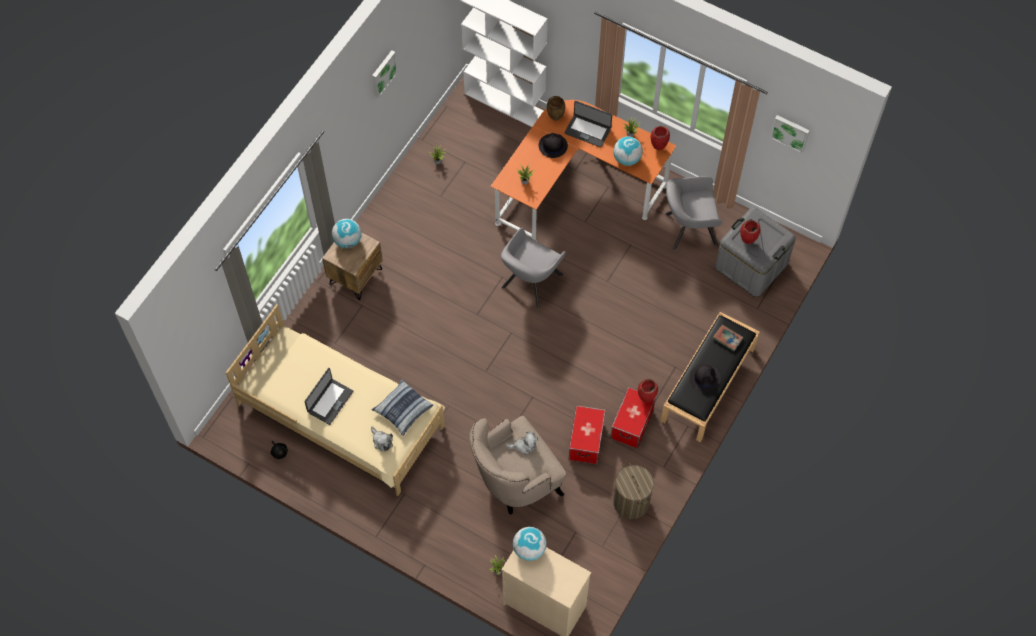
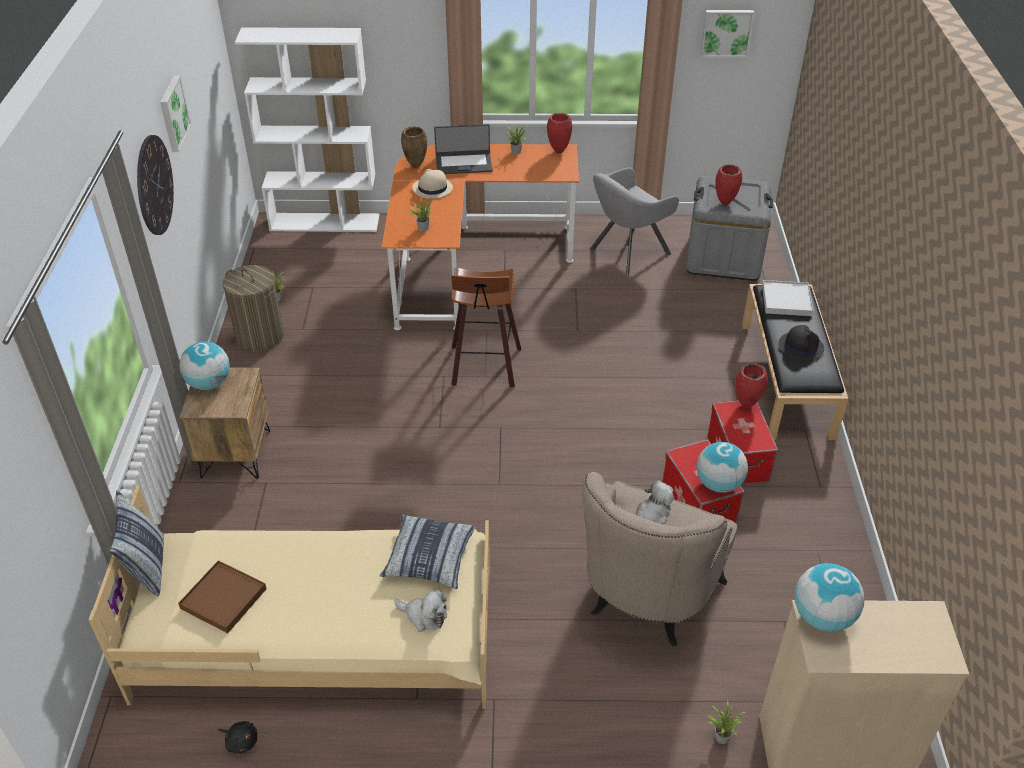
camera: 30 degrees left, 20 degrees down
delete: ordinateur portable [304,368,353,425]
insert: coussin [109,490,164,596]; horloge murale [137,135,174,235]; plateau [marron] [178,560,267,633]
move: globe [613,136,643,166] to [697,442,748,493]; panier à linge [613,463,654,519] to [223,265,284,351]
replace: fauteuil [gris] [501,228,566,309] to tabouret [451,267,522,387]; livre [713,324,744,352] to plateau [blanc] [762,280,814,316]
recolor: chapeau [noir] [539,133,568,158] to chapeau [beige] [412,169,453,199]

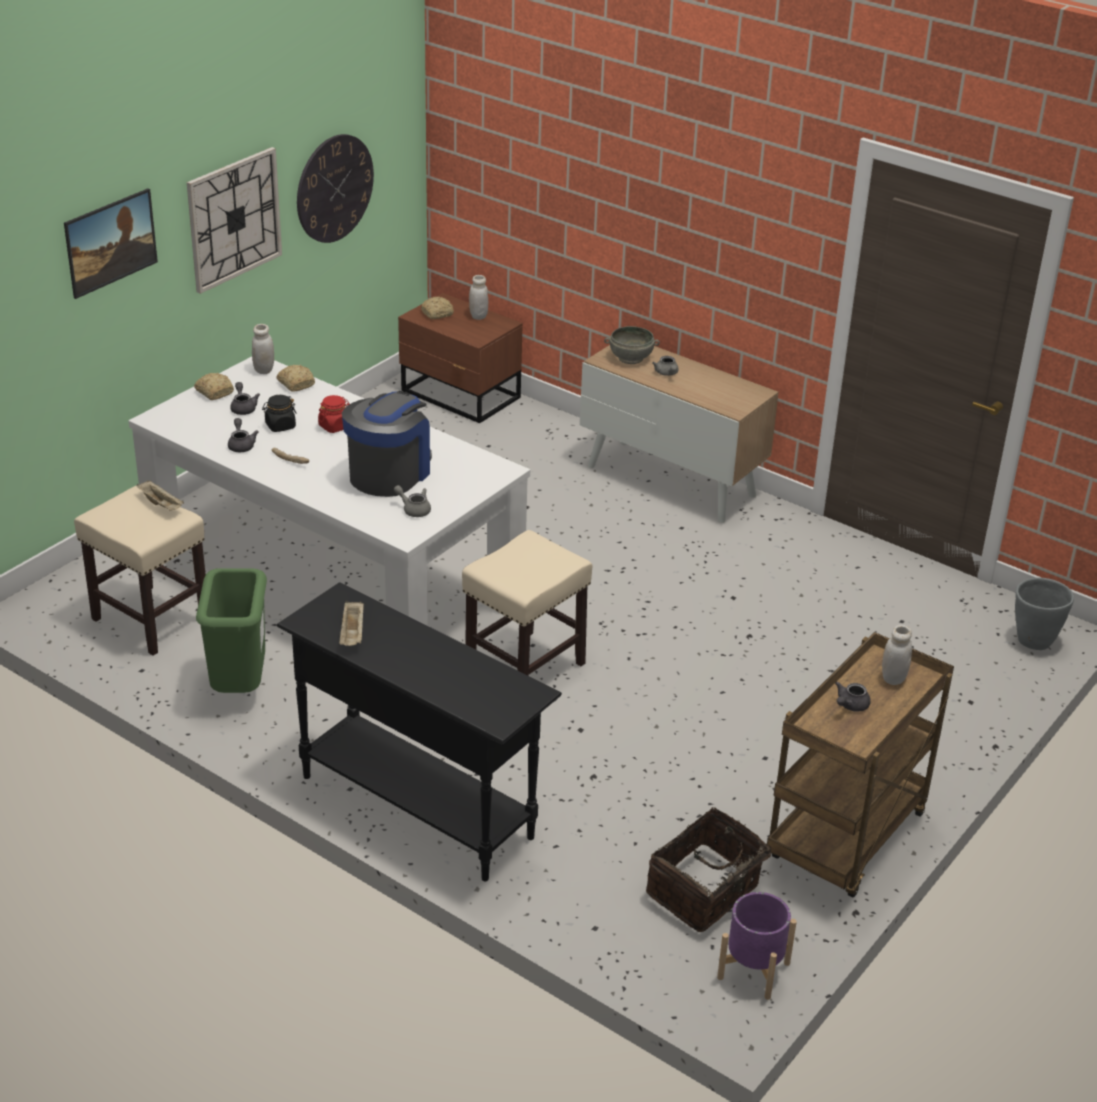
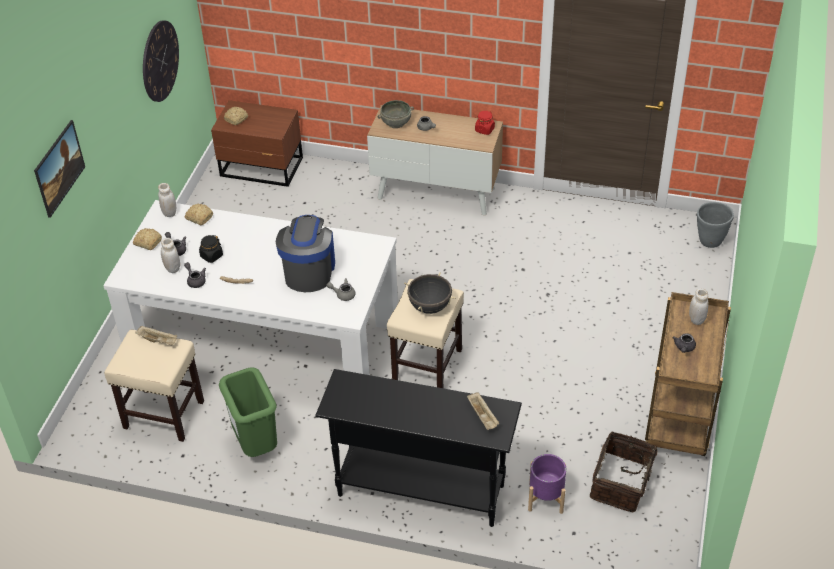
camera: 20 degrees left, 10 degrees up
delete: horloge murale [187,147,282,294]
insert: marmite [noir] [404,272,456,314]
move: bocal [rouge] [318,395,350,433] to [475,111,495,135]; plateau [beige] [339,601,364,646] to [467,392,499,430]; bocal [blanc] [469,275,488,320] to [161,238,180,273]; cache-pot [violet] [717,892,797,1000] to [528,454,566,514]

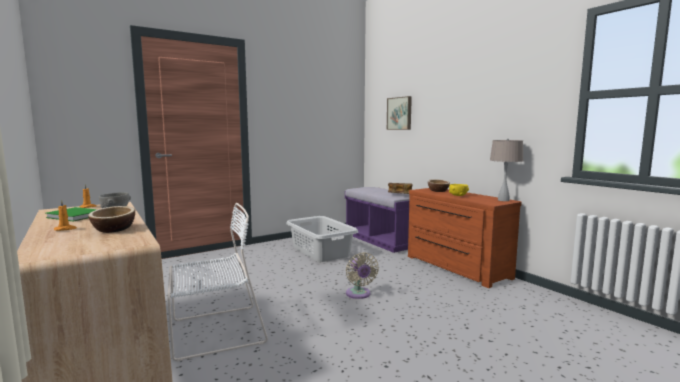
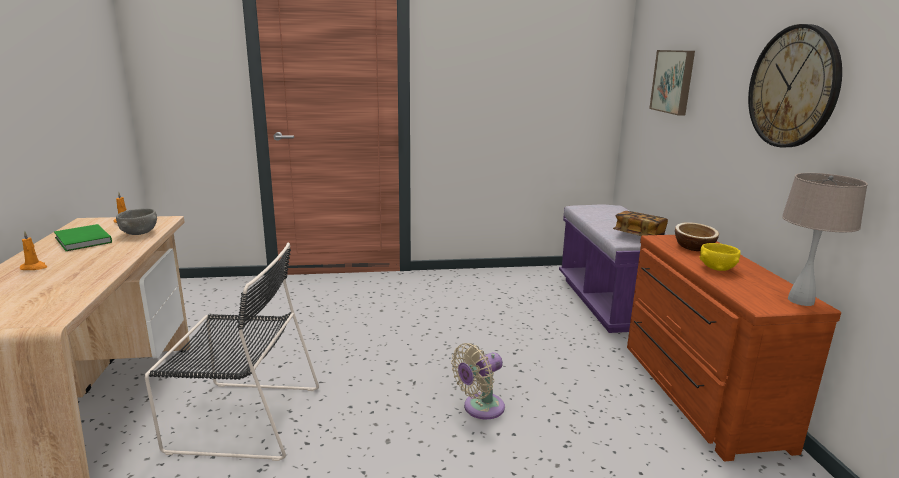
camera: 25 degrees right, 10 degrees up
delete: bol [88,206,135,233]; panier à linge [gris] [286,216,358,262]
insert: horloge murale [748,24,842,147]
recolor: chaise [blanc] [167,203,268,362] to chaise [noir] [145,243,319,461]
rotate: ventilateur [beige] [346,252,379,299] = [451,343,505,419] 45 degrees clockwise

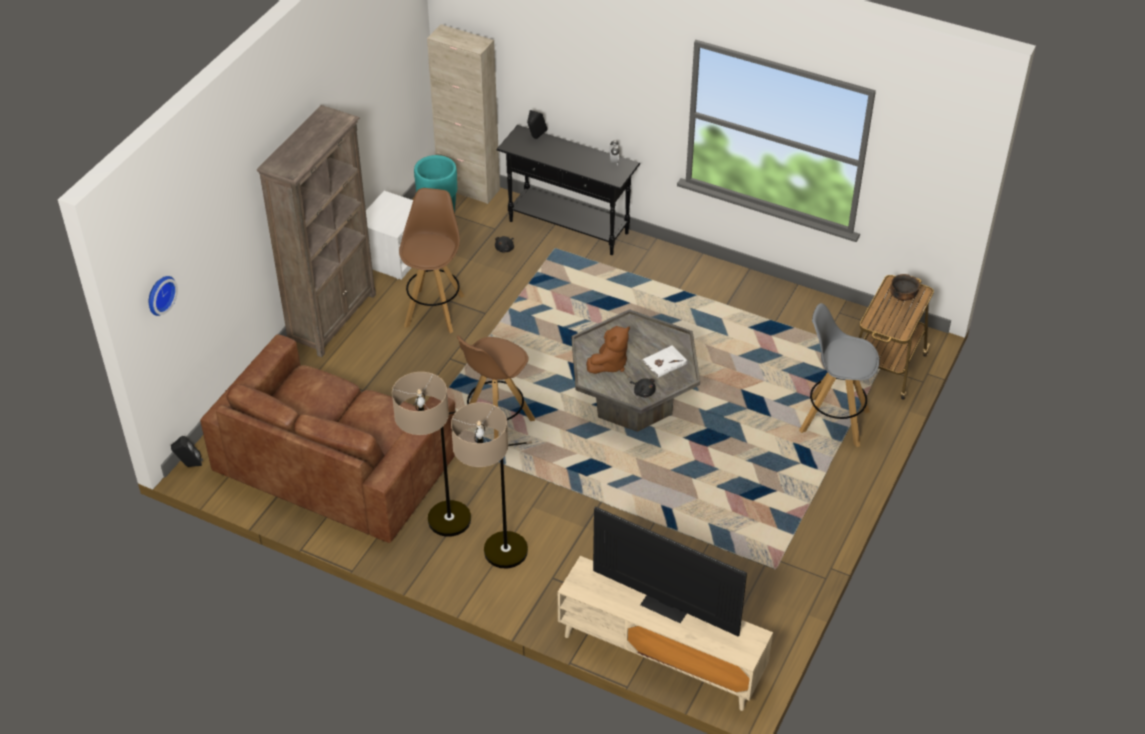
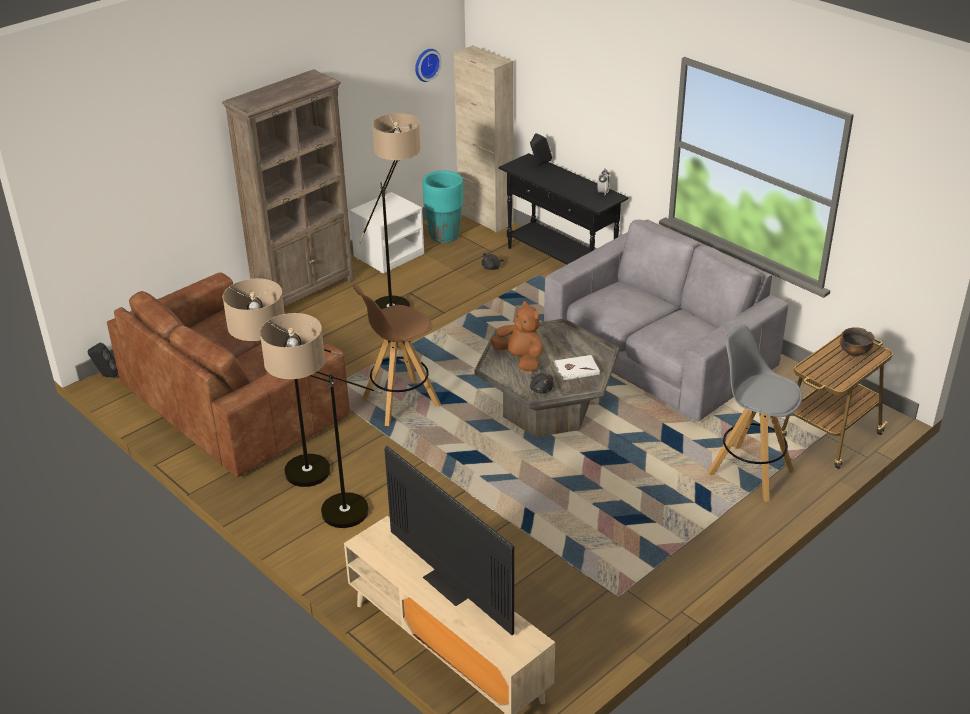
camera: 20 degrees right, 10 degrees down
insert: canapé [gris] [544,219,788,421]
move: horloge murale [149,276,178,316] to [415,49,442,82]
replace: tabouret [marron] [399,188,464,333] to lampadaire [359,113,421,309]
rotate: peluche [marron] [586,326,630,374] = [491,301,543,371] 105 degrees counterclockwise

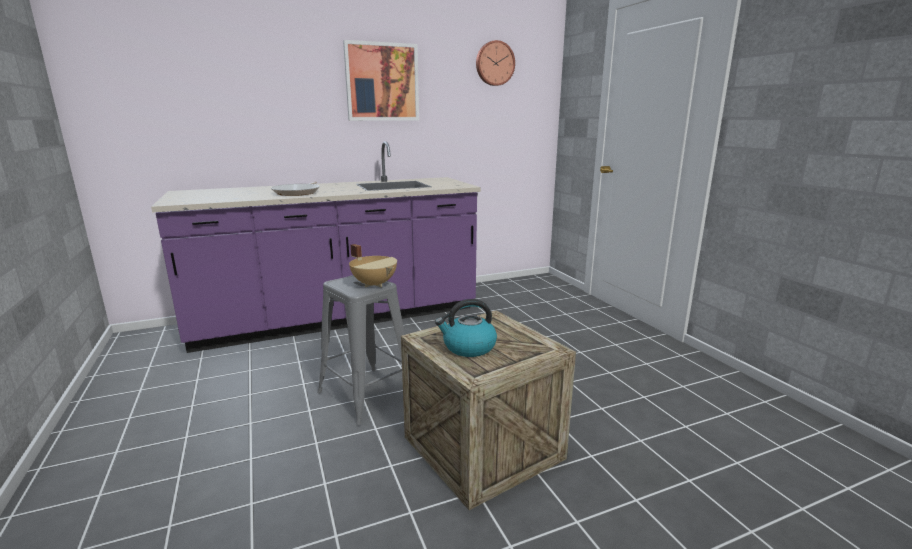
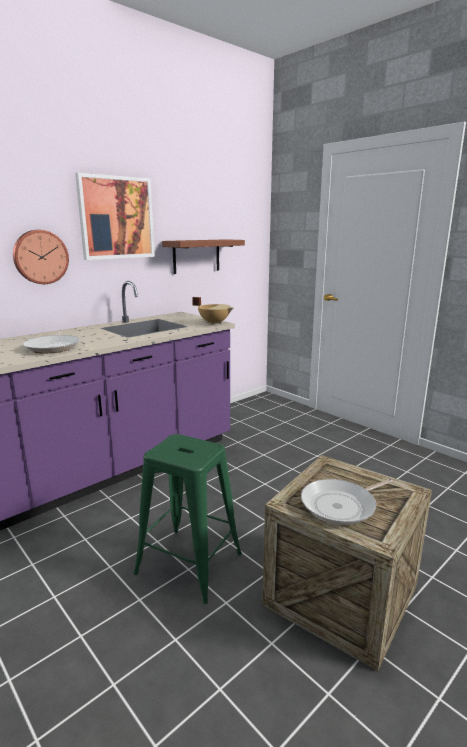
camera: 20 degrees left, 0 degrees up
insert: étagère [marron] [162,239,245,274]
move: marmite [beige] [349,244,397,287] to [192,297,233,325]; horloge murale [476,40,515,86] to [13,230,69,284]
replace: bouilloire [435,299,497,357] to poêle [301,478,393,525]
recolor: tabouret [gris] [317,275,405,425] to tabouret [vert] [133,434,242,604]

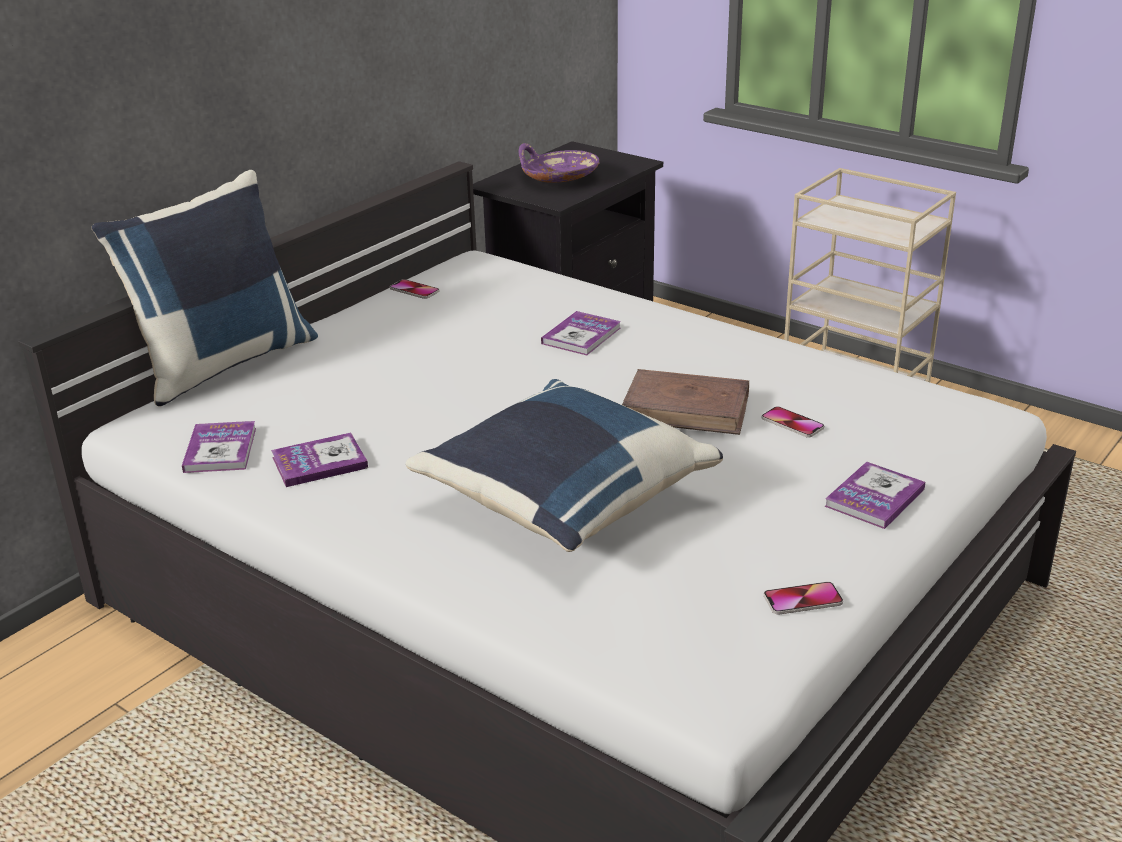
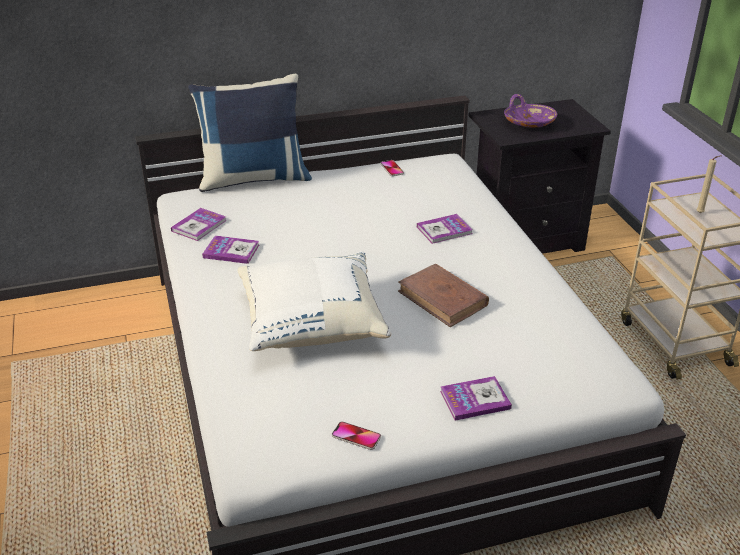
camera: 35 degrees right, 5 degrees up
delete: téléphone [762,406,824,438]
insert: bougie [beige] [696,155,722,213]
recolor: coussin [bleu] [405,379,723,552] to coussin [blanc] [237,251,391,351]

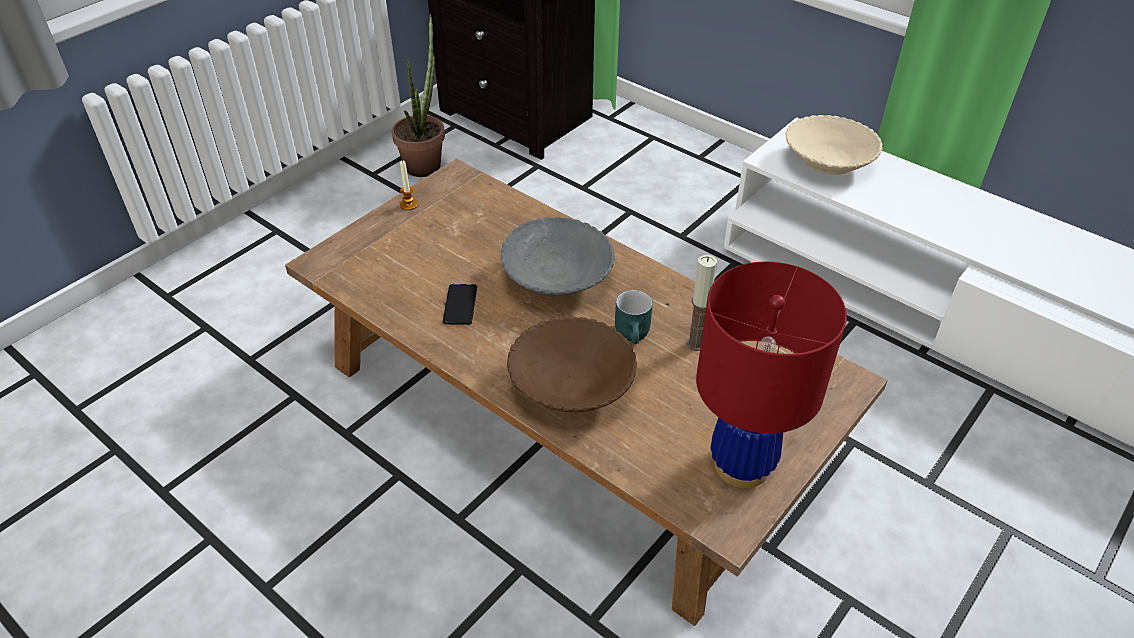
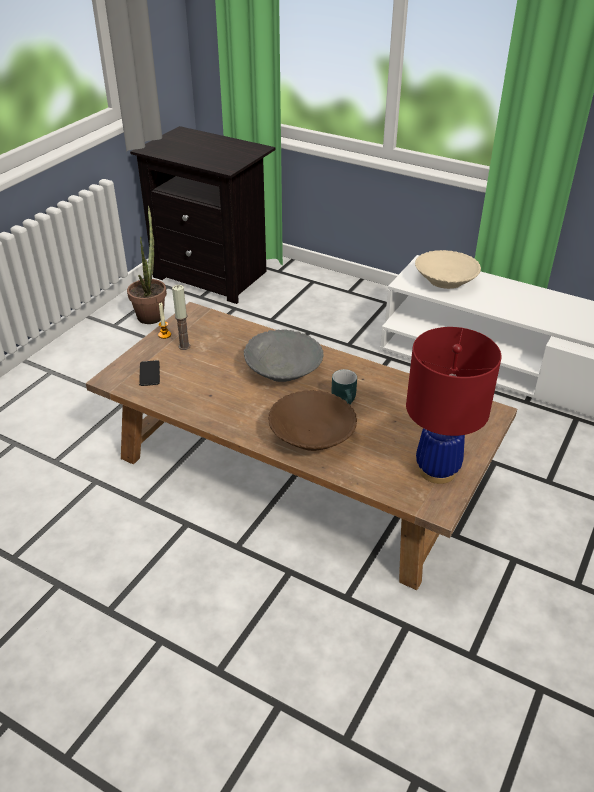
camera: 10 degrees left, 5 degrees down
move: téléphone [443,284,477,325] to [139,360,160,386]; bougie [686,255,717,351] to [172,285,190,350]

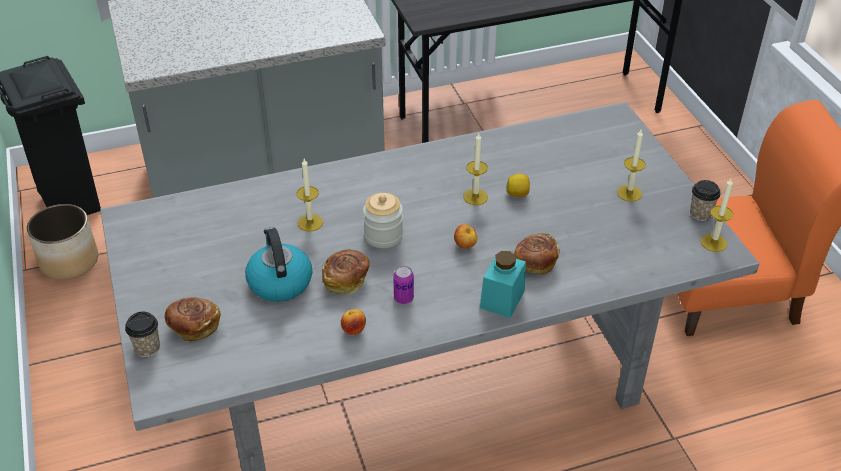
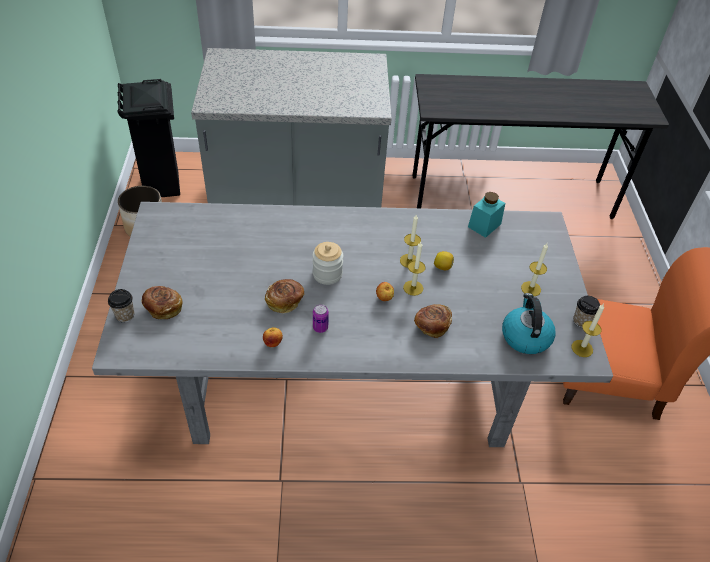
camera: 15 degrees right, 5 degrees up
move: bouilloire [245,227,312,302] to [502,293,556,354]; bougie [297,159,323,232] to [403,242,425,296]; bocal [turquoise] [480,251,526,318] to [468,192,506,238]

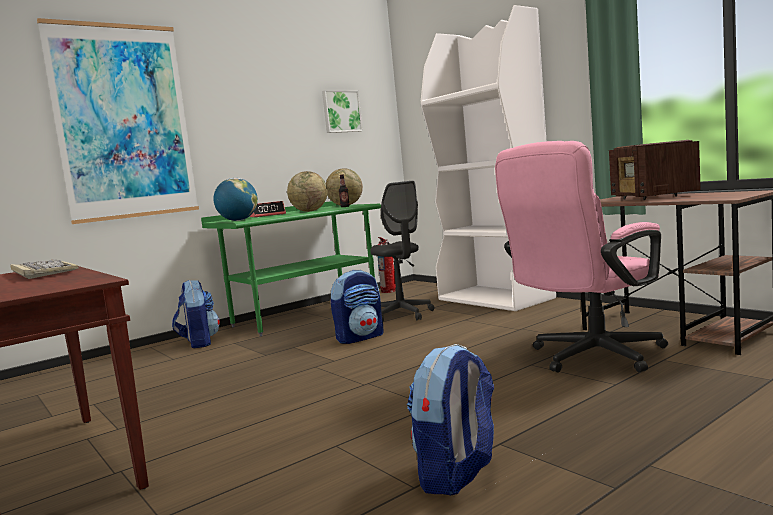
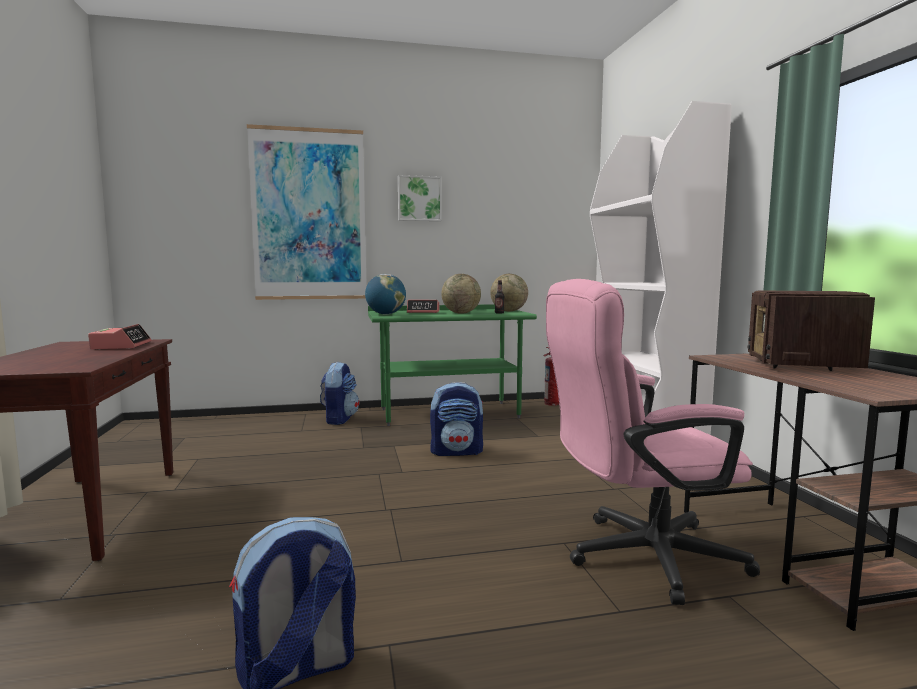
camera: 25 degrees right, 0 degrees up
delete: chaise de bureau [gris] [370,181,434,322]
move: tableau [322,90,363,133] to [398,175,442,221]
replace: clavier [10,259,79,279] to réveil [88,324,151,349]

